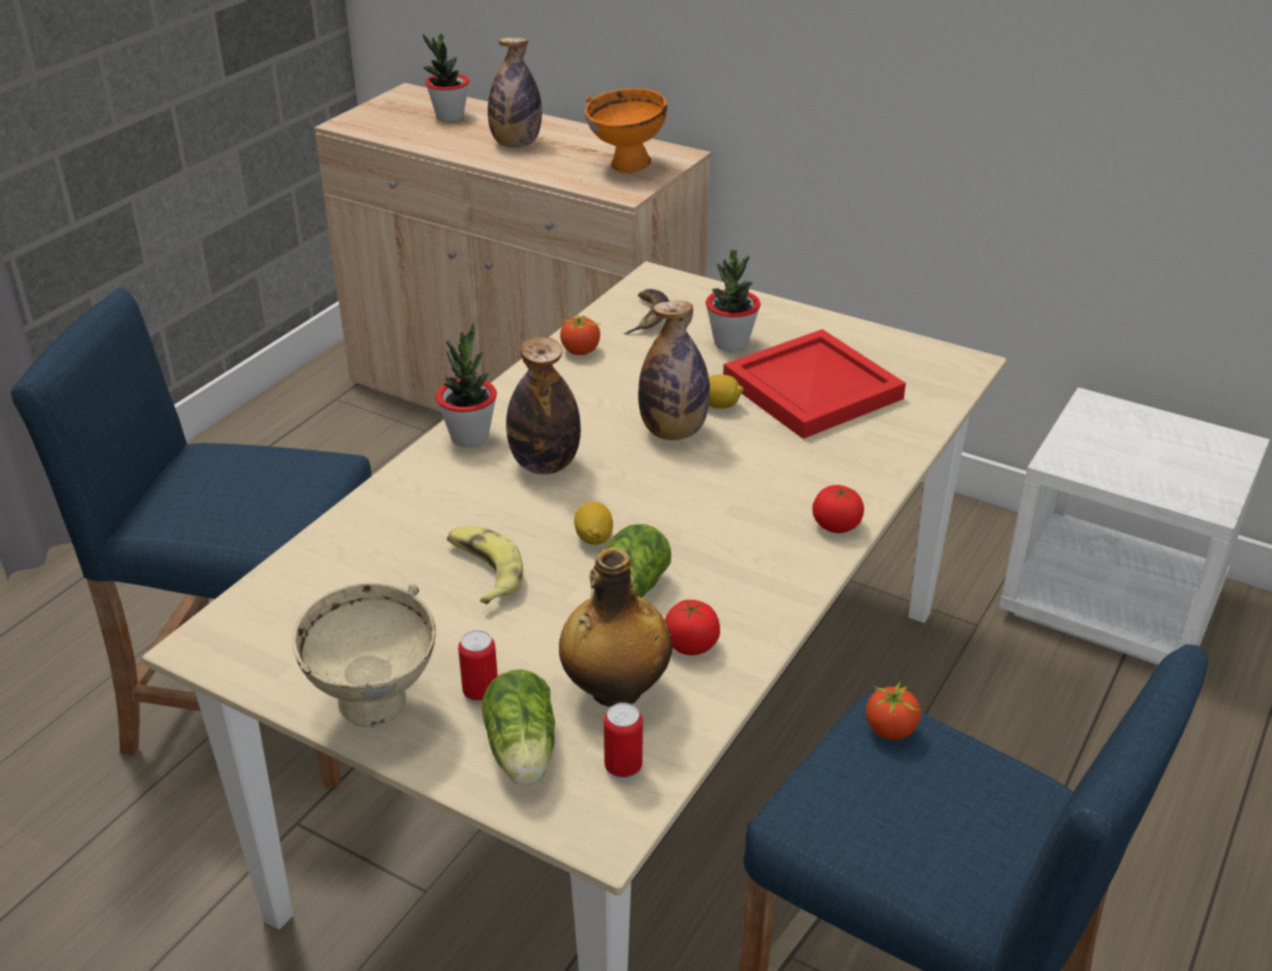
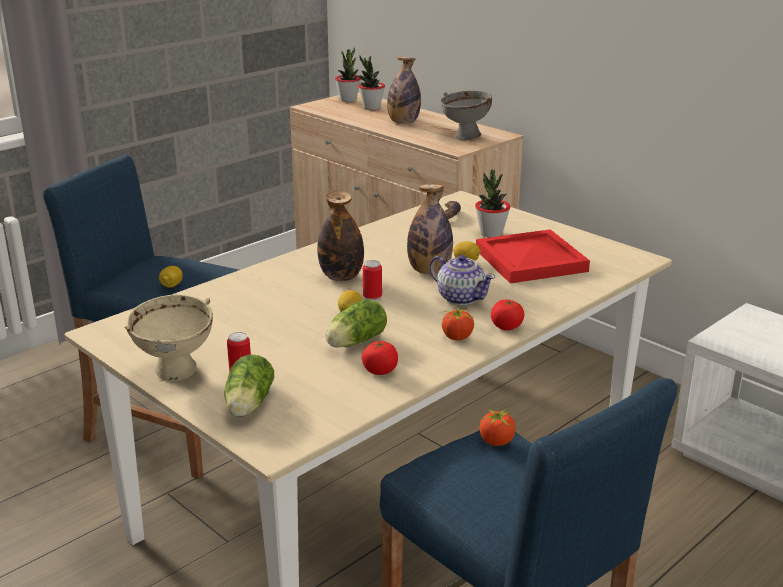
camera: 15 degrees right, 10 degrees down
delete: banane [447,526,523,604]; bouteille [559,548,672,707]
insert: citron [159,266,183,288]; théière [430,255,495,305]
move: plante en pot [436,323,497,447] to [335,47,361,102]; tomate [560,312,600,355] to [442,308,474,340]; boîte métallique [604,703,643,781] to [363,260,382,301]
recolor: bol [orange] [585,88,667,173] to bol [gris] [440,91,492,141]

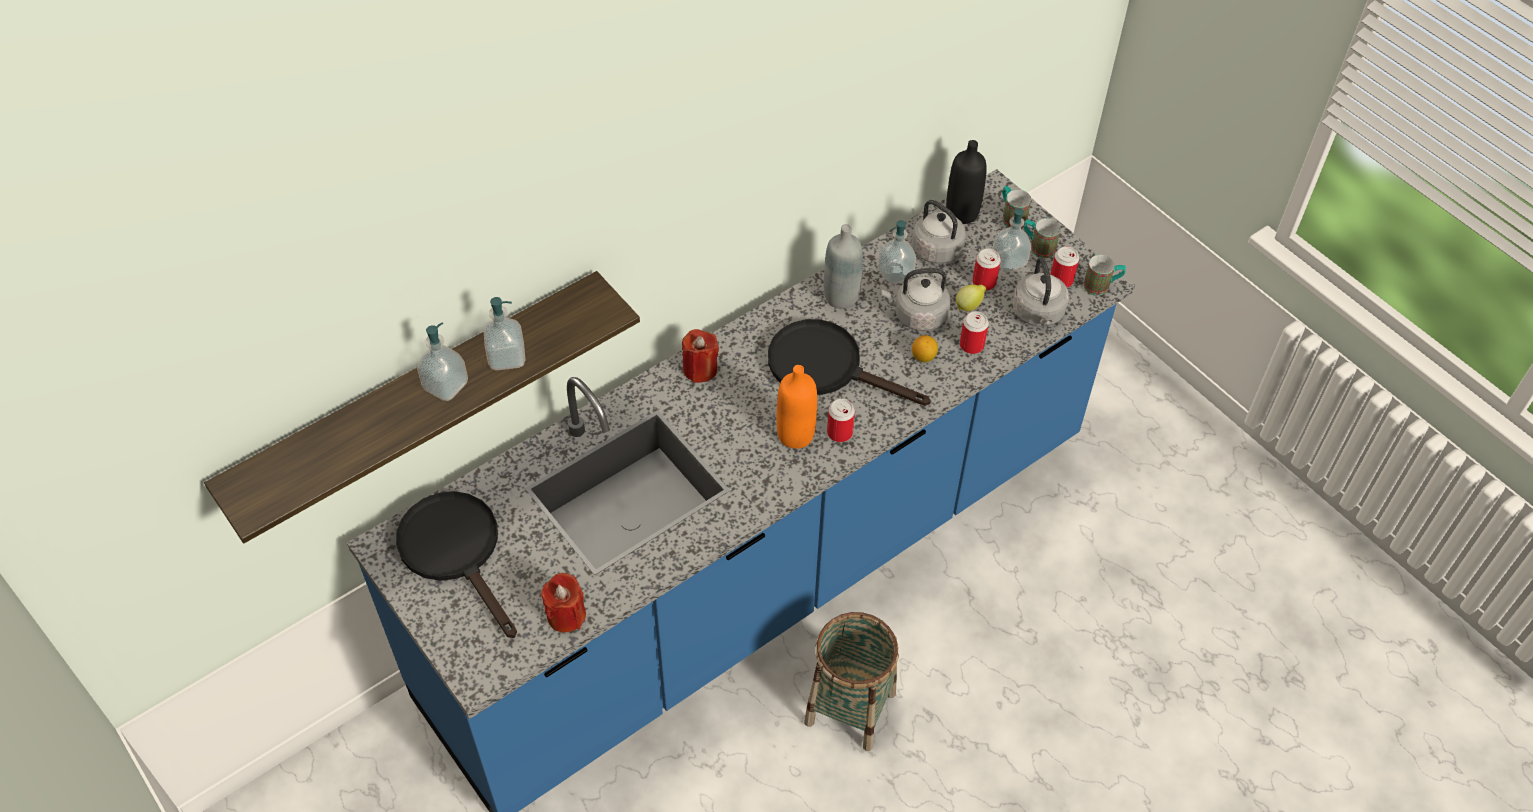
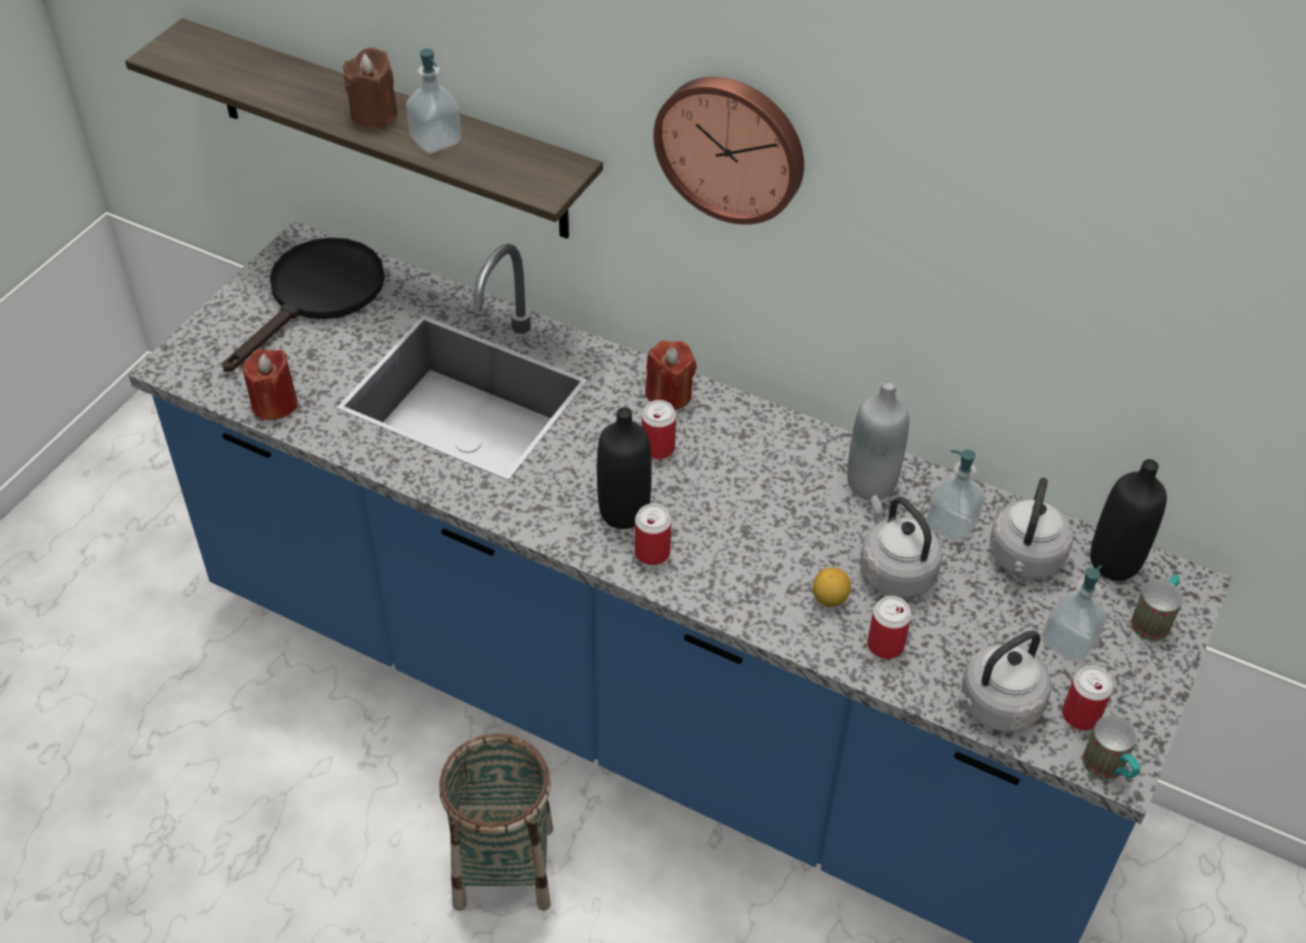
camera: 65 degrees right, 5 degrees down
delete: poêle [noir] [768,319,931,406]; citron [956,284,986,311]; mug [1024,218,1061,259]
insert: horloge murale [653,77,804,225]
move: boîte métallique [972,249,1001,291] to [642,400,676,459]
replace: distributeur de savon [417,323,468,401] to bougie [marron] [343,48,398,127]
recolor: bouteille [orange] [777,365,817,448] to bouteille [noir] [597,407,652,529]

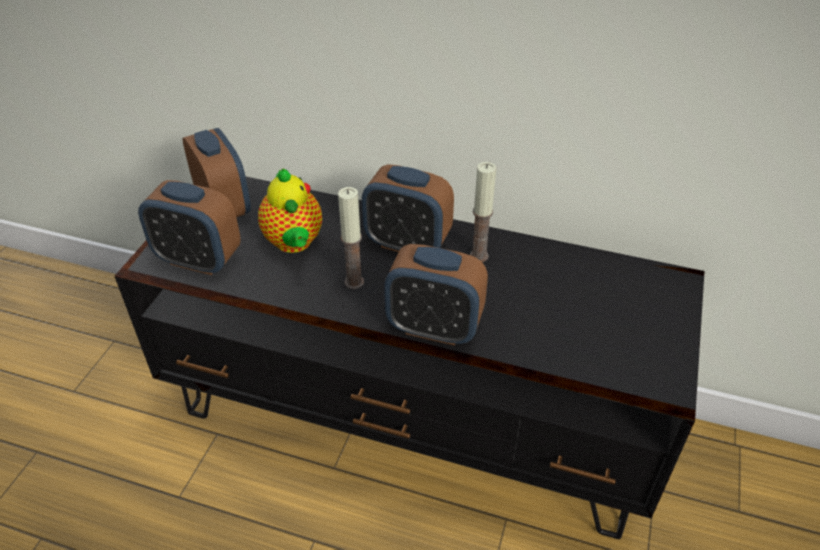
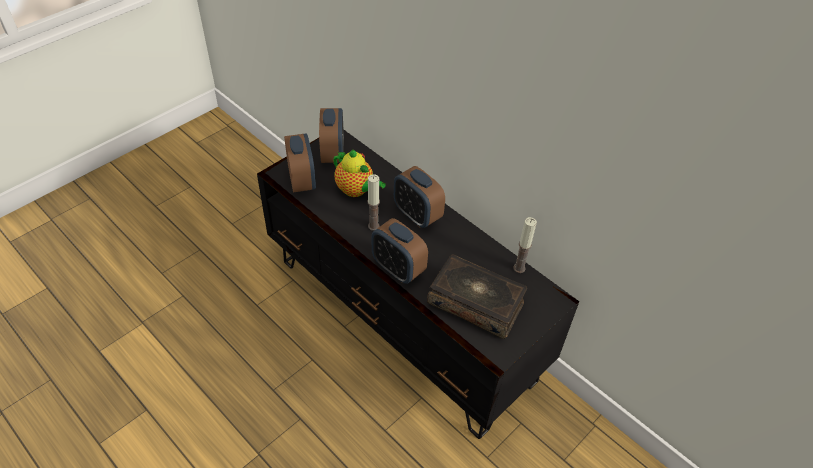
camera: 25 degrees right, 5 degrees up
insert: livre [427,254,527,339]
move: bougie [470,162,496,262] to [513,217,537,273]
rotate: réveil [138,180,241,275] = [284,133,316,192] 150 degrees counterclockwise; théière [258,169,322,253] = [333,150,386,197] 60 degrees counterclockwise

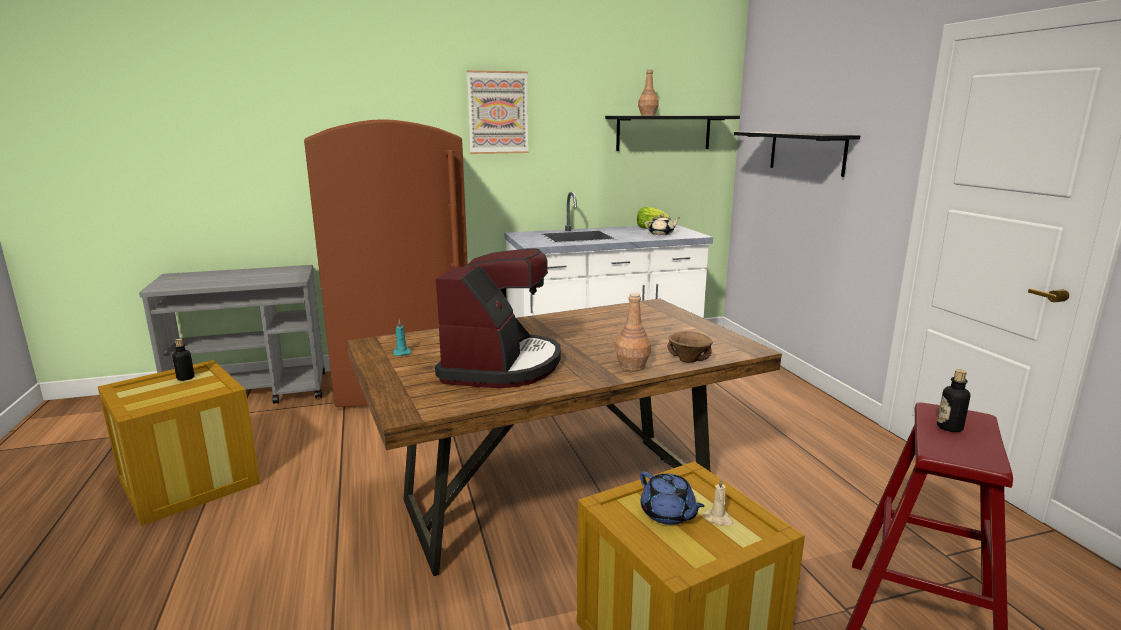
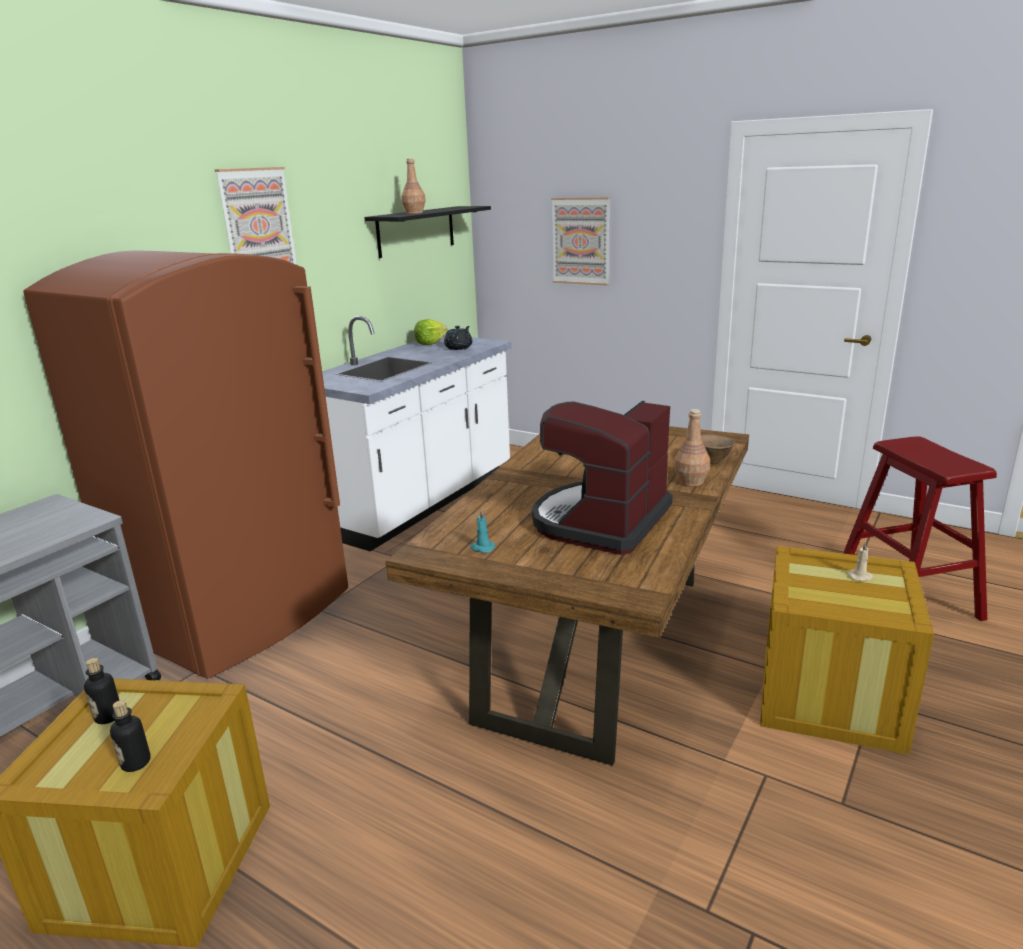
camera: 40 degrees left, 5 degrees up
delete: théière [bleu] [640,471,705,525]
move: bouteille [937,369,970,432] to [110,700,151,772]
replace: étagère [noir] [734,132,860,177] to tableau [551,197,610,285]
recolor: théière [beige] [645,214,680,235] to théière [noir] [444,326,472,350]
rotate: machine à café [435,248,561,388] = [532,401,673,555] 120 degrees counterclockwise

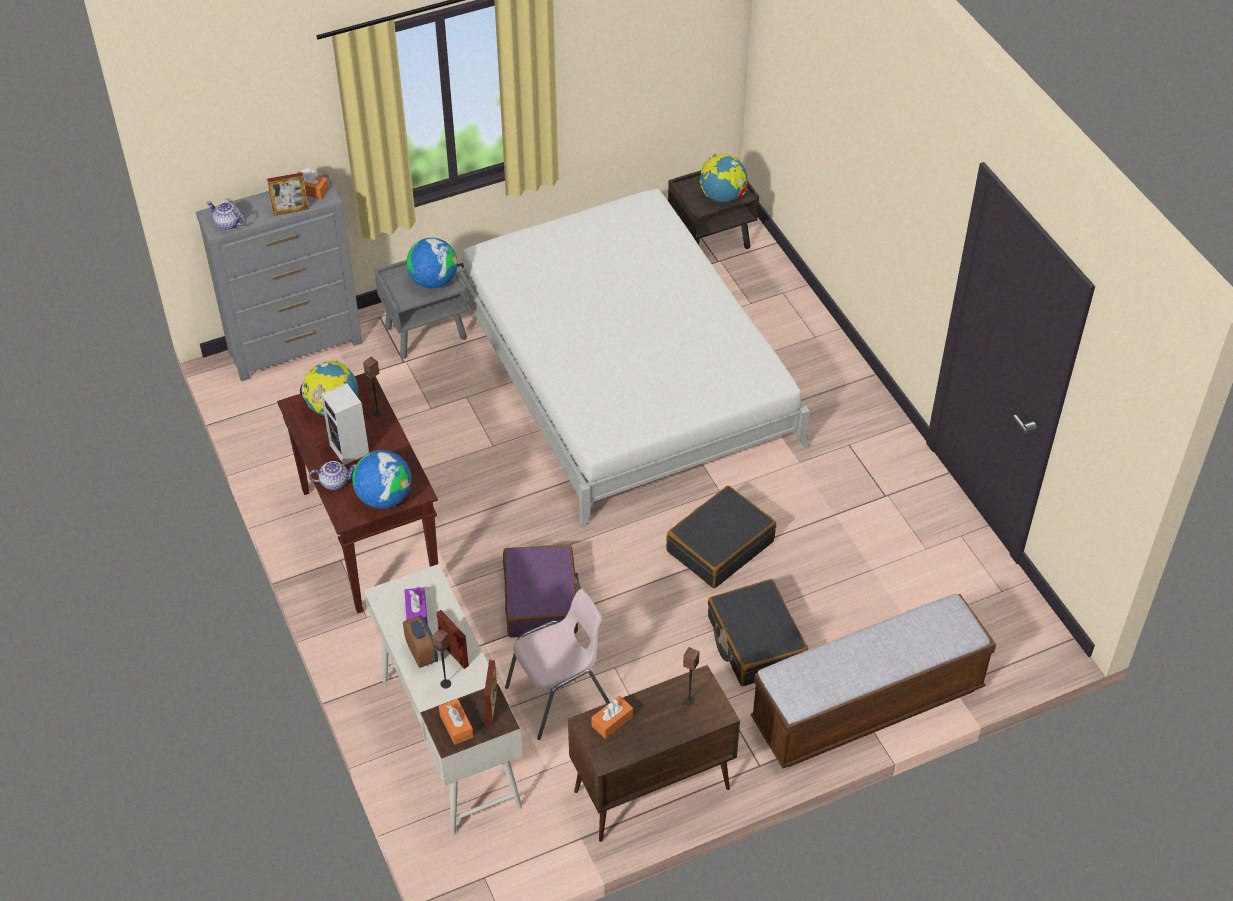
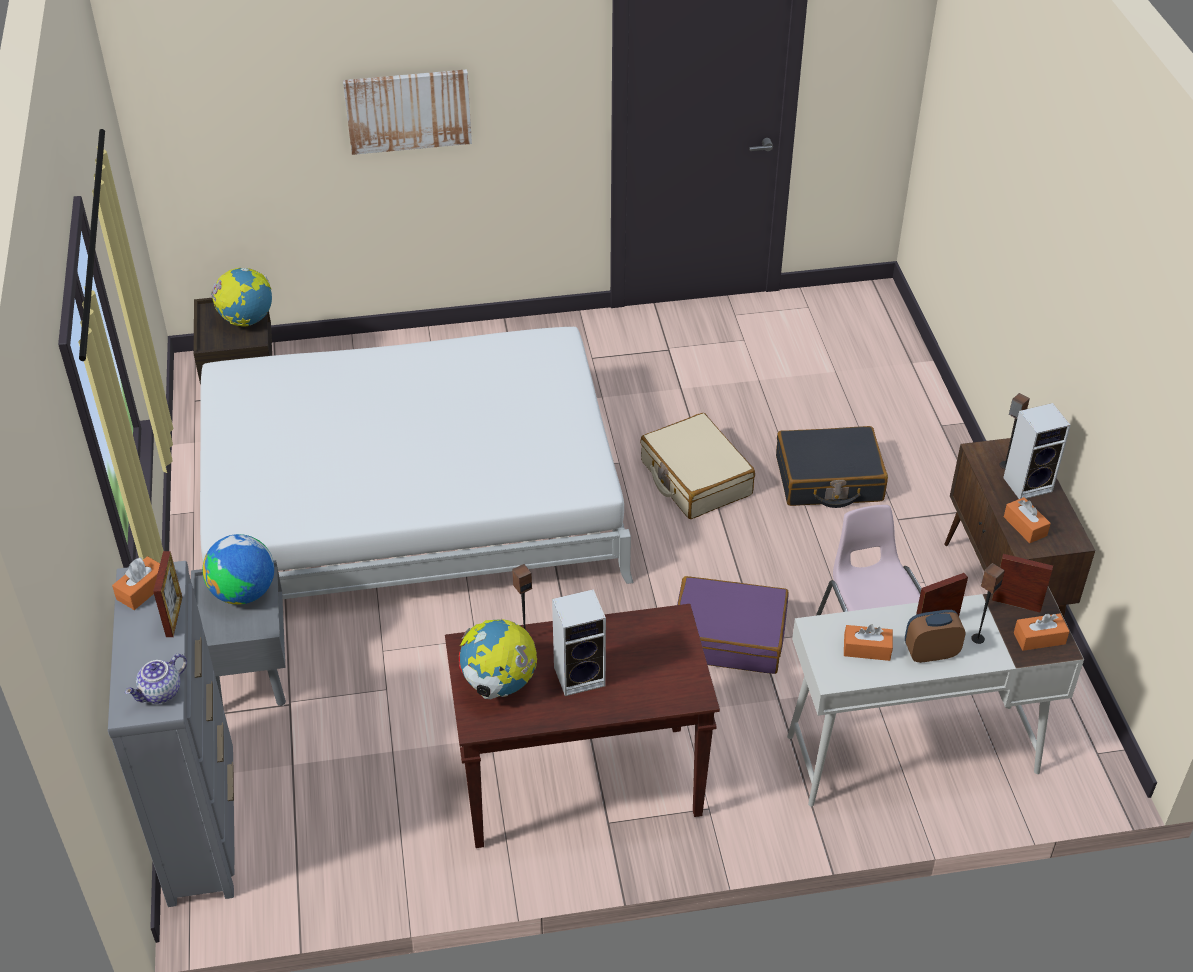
camera: 75 degrees left, 5 degrees down
delete: théière [309,461,356,490]; globe [352,450,412,509]; banc [751,594,996,769]
insert: tableau [343,69,472,155]; enceinte [1003,403,1071,499]
recolor: boîte à mouchoirs [violet] [404,587,428,625] to boîte à mouchoirs [orange] [844,624,893,661]; valise [noir] [666,486,776,588] to valise [beige] [640,413,755,519]

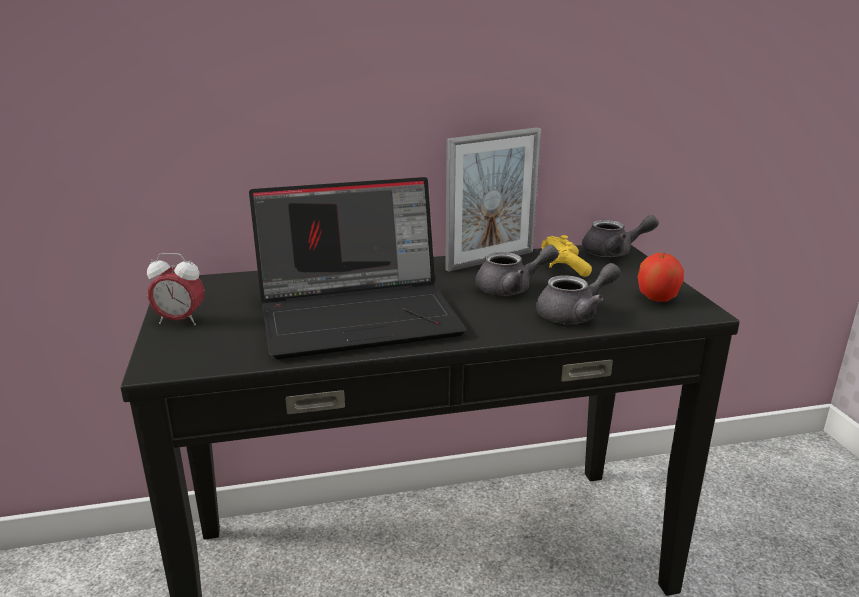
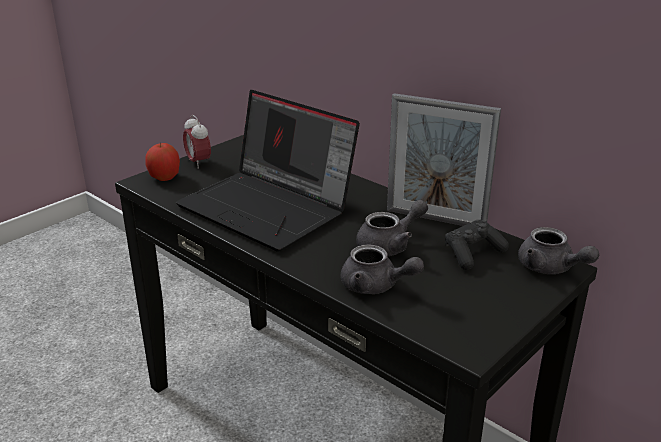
camera: 55 degrees right, 5 degrees up
move: pomme [638,252,684,302] to [145,143,180,181]
recolor: manette [jaune] [542,235,592,277] to manette [noir] [445,220,509,270]
rotate: théière [gris] [475,245,559,296] = [356,199,428,256] 75 degrees counterclockwise

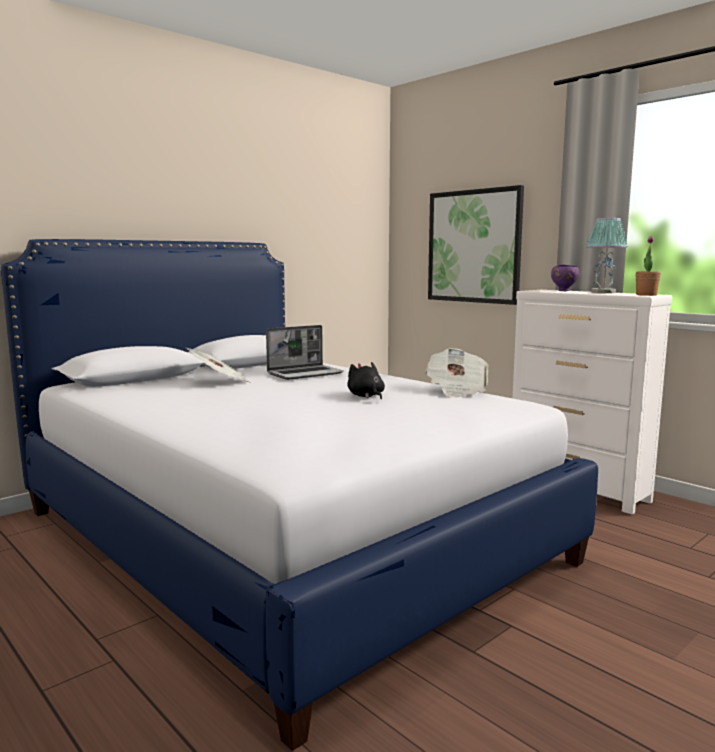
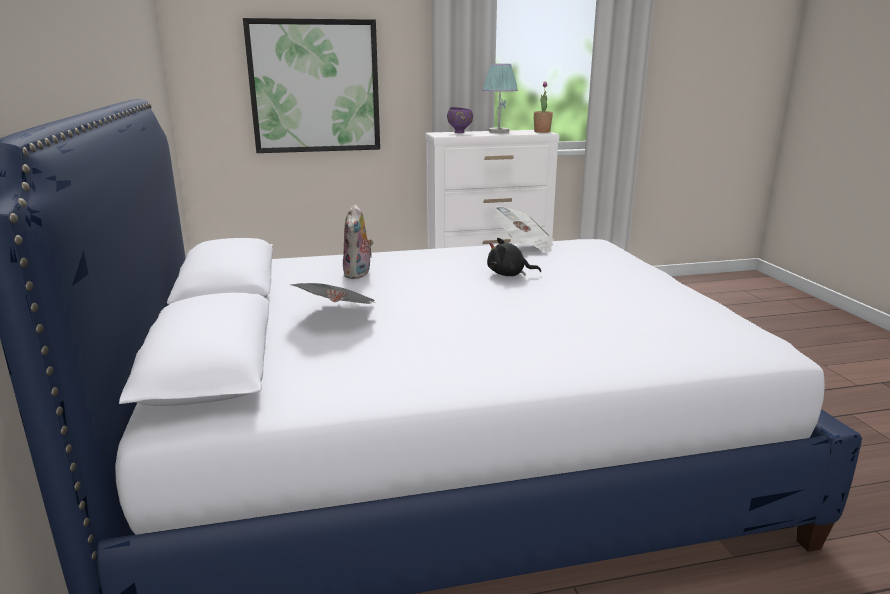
camera: 60 degrees left, 10 degrees up
replace: ordinateur portable [266,325,344,380] to peluche [343,204,374,279]

